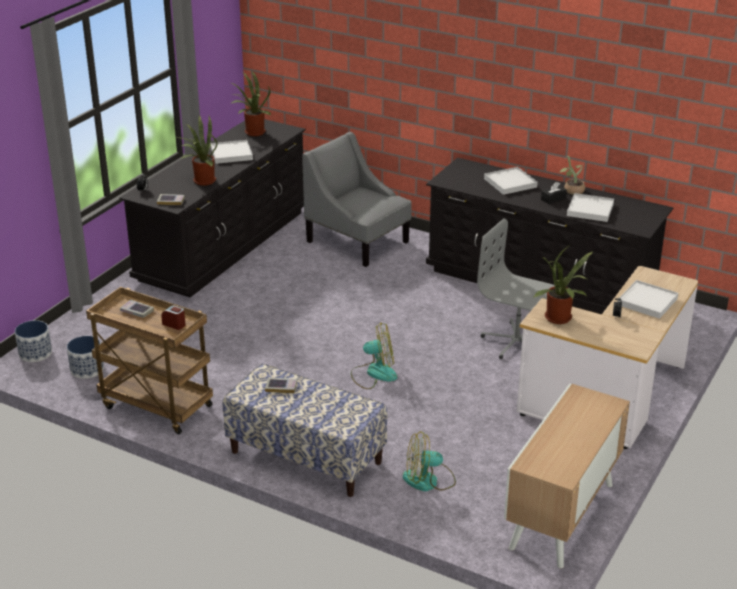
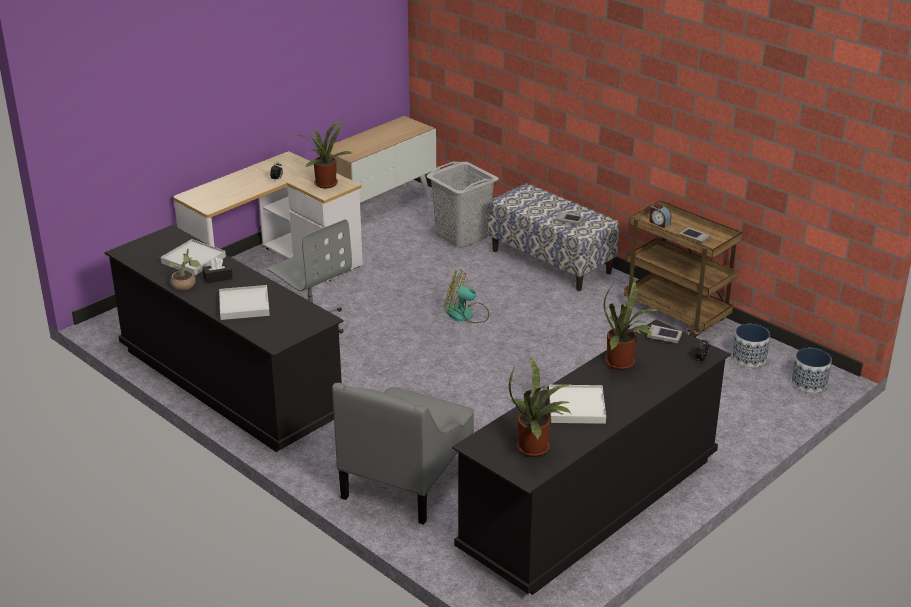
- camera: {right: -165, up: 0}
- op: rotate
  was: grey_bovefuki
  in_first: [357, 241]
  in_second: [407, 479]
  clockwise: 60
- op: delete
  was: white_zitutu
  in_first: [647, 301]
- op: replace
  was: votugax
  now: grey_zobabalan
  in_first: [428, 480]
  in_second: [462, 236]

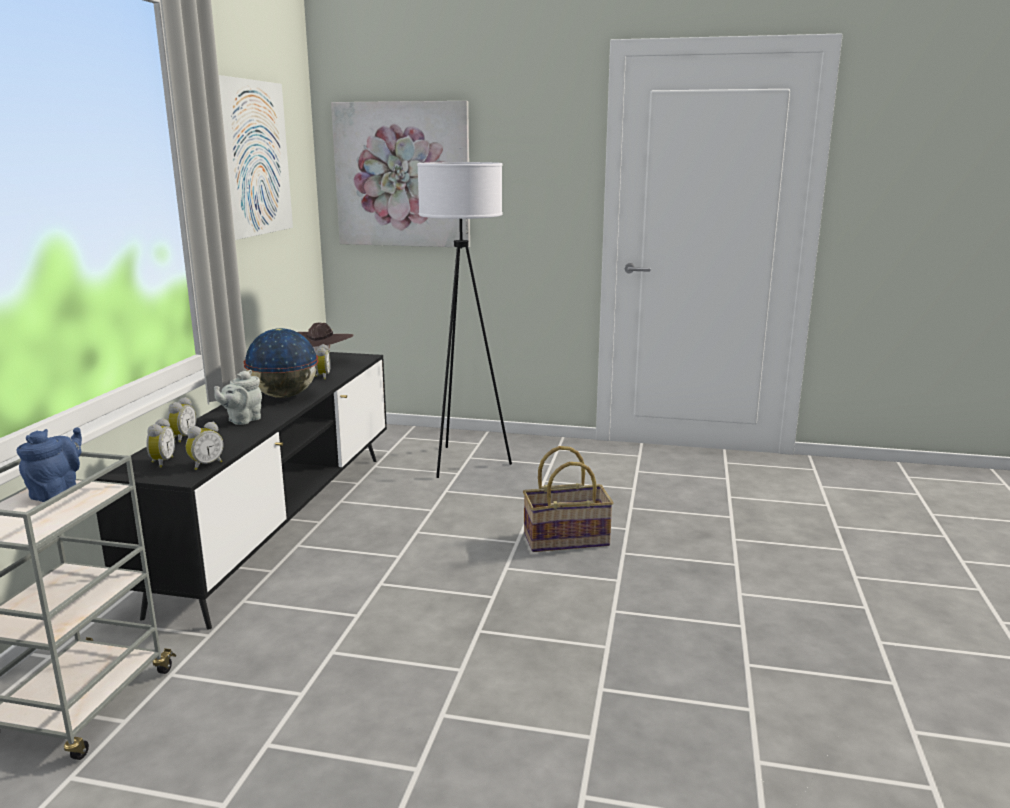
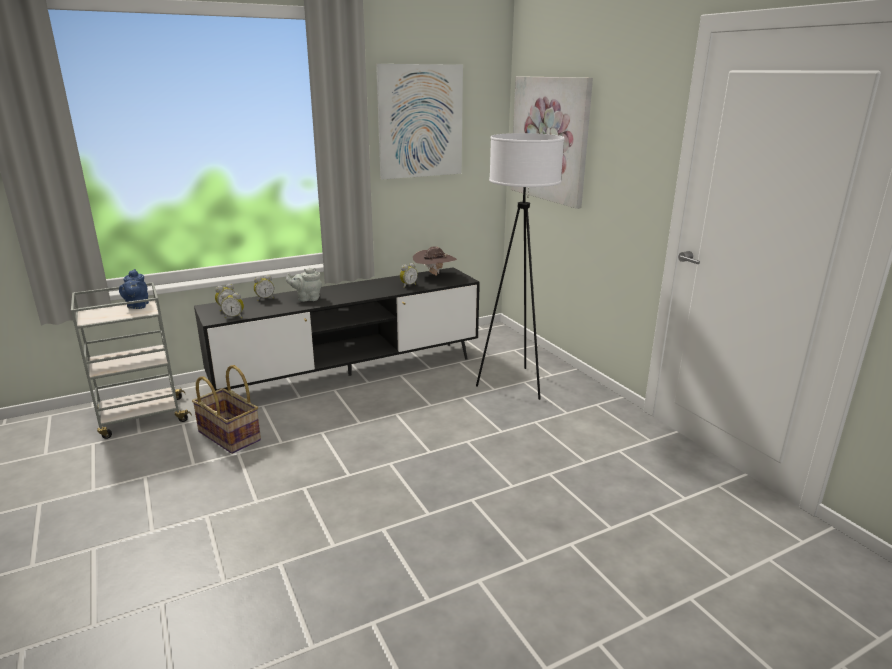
- camera: {right: 50, up: 5}
- op: delete
  was: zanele
  in_first: [284, 396]
- op: rotate
  was: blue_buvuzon
  in_first: [57, 492]
  in_second: [137, 306]
  clockwise: 105
- op: move
  was: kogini
  in_first: [566, 539]
  in_second: [230, 435]

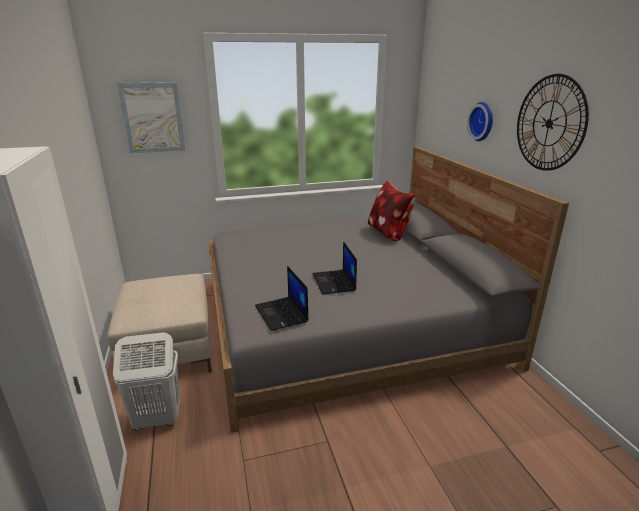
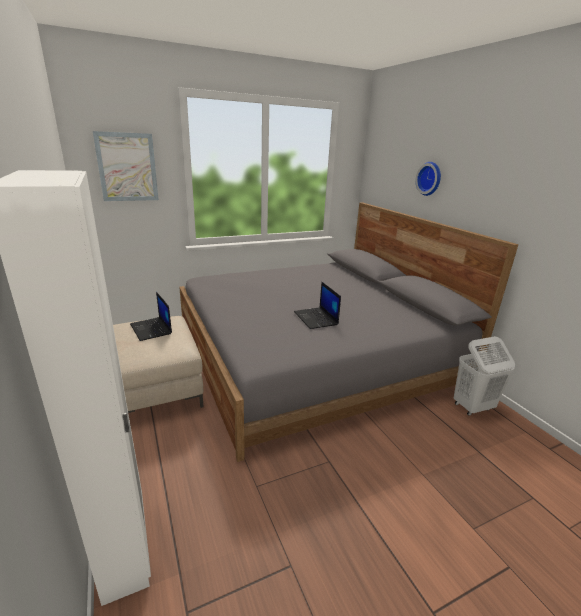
- camera: {right: -10, up: 0}
- op: delete
  was: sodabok
  in_first: [549, 123]
- op: delete
  was: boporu
  in_first: [389, 233]
- op: move
  was: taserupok
  in_first: [282, 314]
  in_second: [151, 329]
- op: move
  was: white_zobabalan
  in_first: [157, 419]
  in_second: [472, 407]

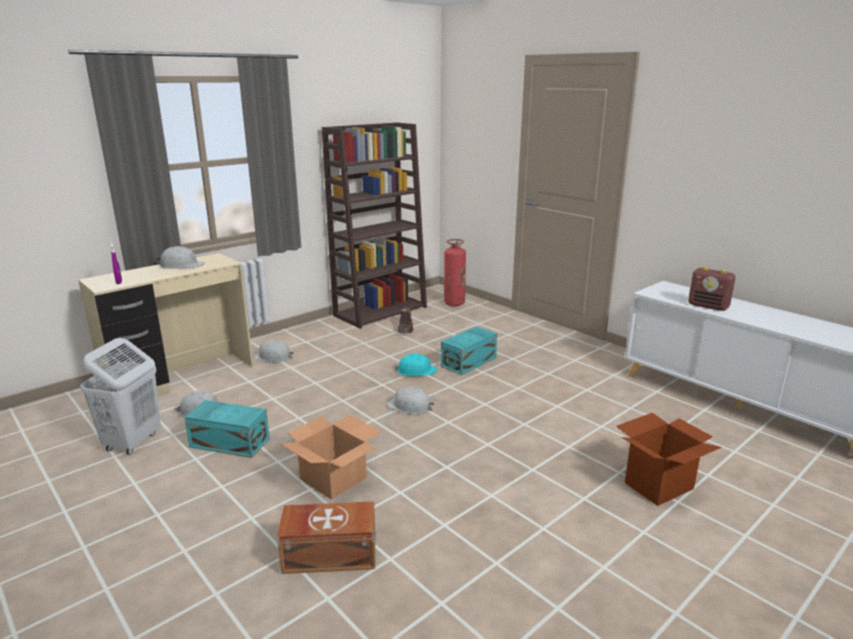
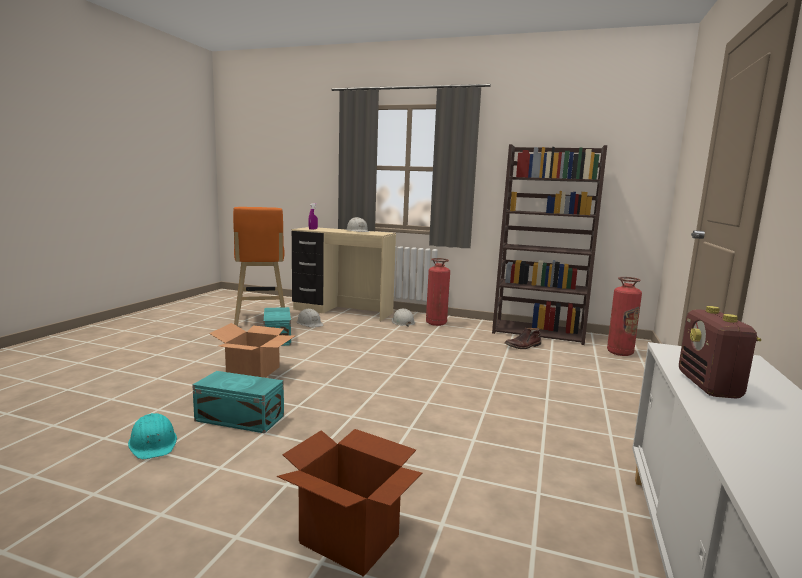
- camera: {right: 60, up: -10}
- op: move
  was: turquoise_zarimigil
  in_first: [470, 362]
  in_second: [240, 419]
- op: replace
  was: white_zobabalan
  now: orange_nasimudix
  in_first: [132, 442]
  in_second: [260, 320]
- op: move
  was: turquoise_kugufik
  in_first: [416, 371]
  in_second: [153, 443]
- op: delete
  was: white_kugufik
  in_first: [410, 406]
- op: delete
  was: brown_zarimigil
  in_first: [328, 553]
- op: insert
  now: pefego
  in_second: [436, 323]

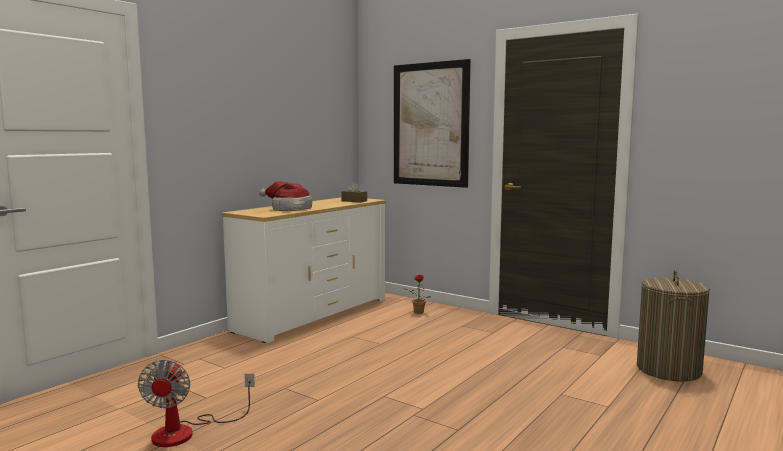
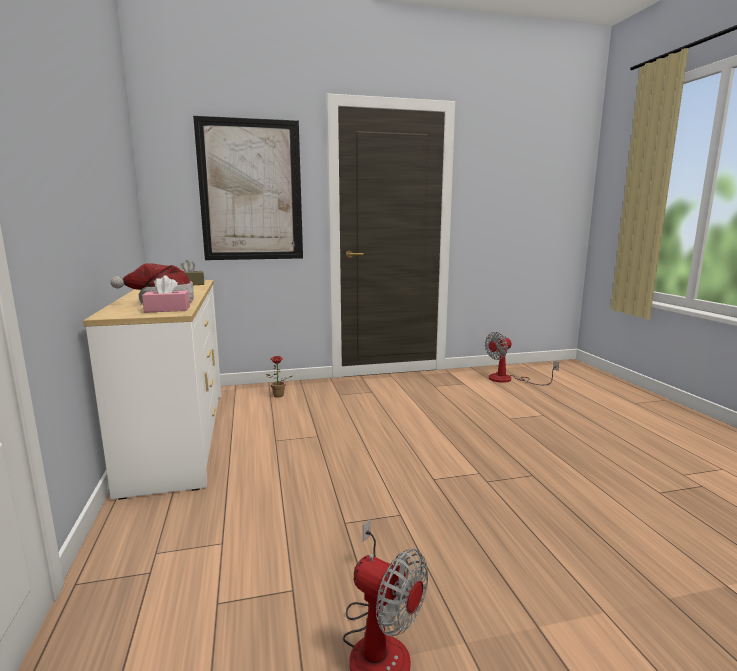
- camera: {right: -50, up: 5}
- op: replace
  was: zobabalan
  now: votugax
  in_first: [668, 369]
  in_second: [509, 379]
- op: insert
  now: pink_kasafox
  in_second: [167, 309]

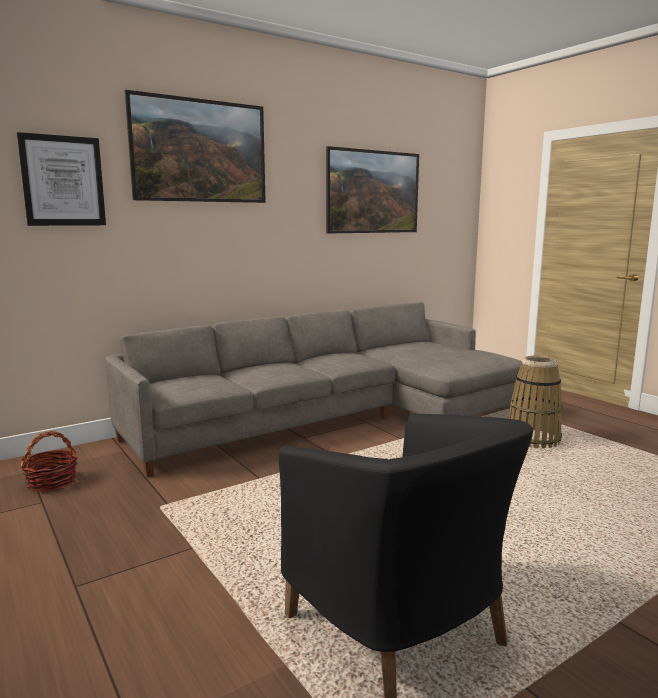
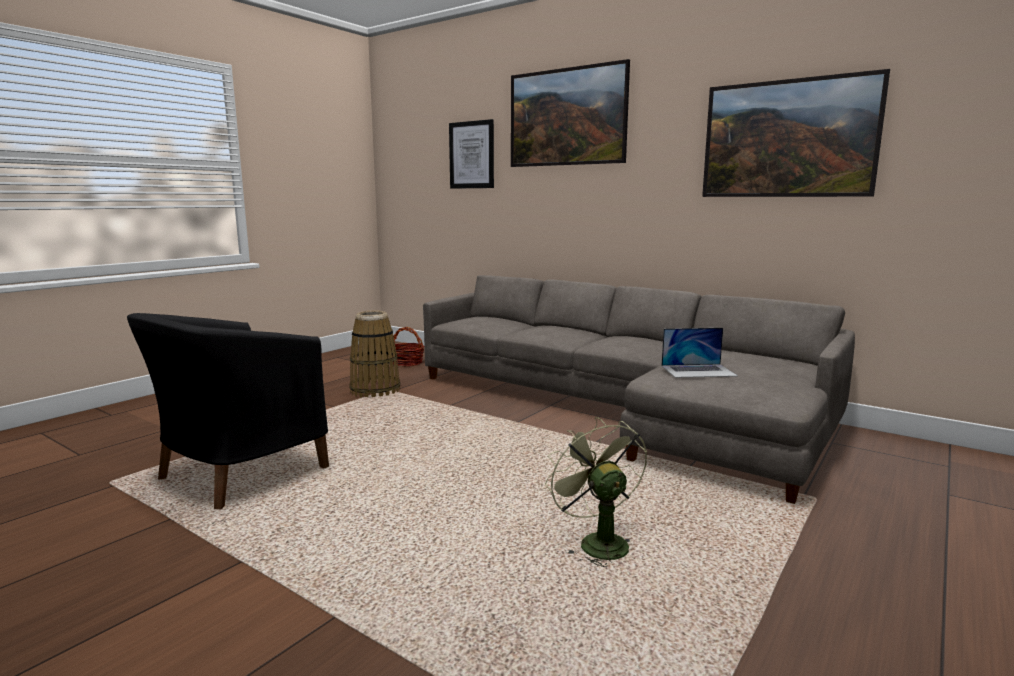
- camera: {right: 70, up: 0}
- op: move
  was: kogini
  in_first: [532, 439]
  in_second: [375, 390]
- op: insert
  now: taserupok
  in_second: [698, 371]
- op: insert
  now: green_votugax
  in_second: [596, 542]

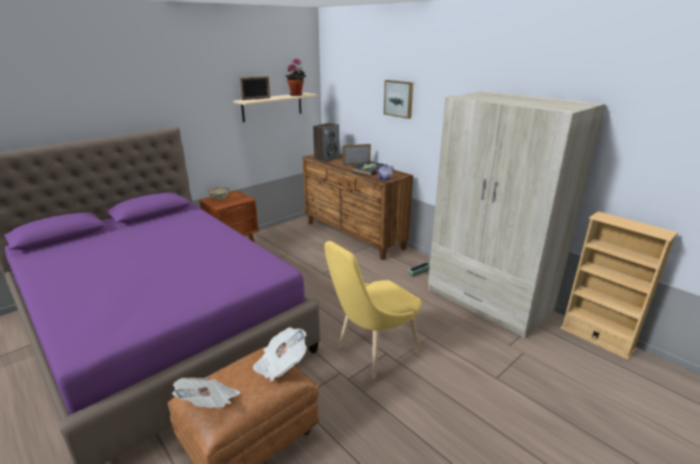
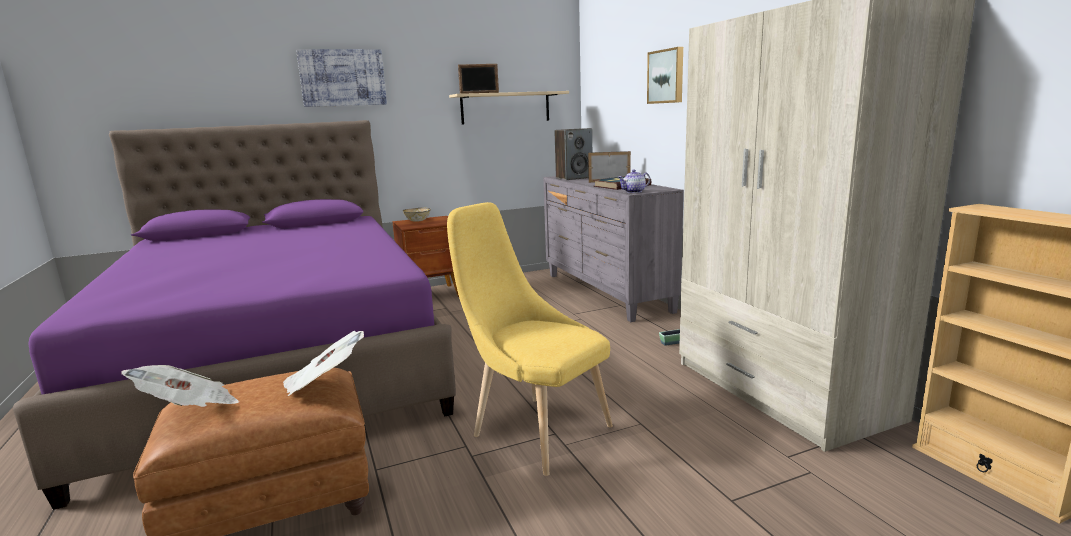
- camera: {right: 20, up: -10}
- op: delete
  was: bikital
  in_first: [297, 95]
- op: recolor
  was: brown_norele
  now: grey_norele
  in_first: [353, 235]
  in_second: [605, 292]
- op: rotate
  was: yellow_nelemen
  in_first: [373, 353]
  in_second: [534, 429]
  clockwise: 60
- op: insert
  now: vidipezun
  in_second: [343, 78]

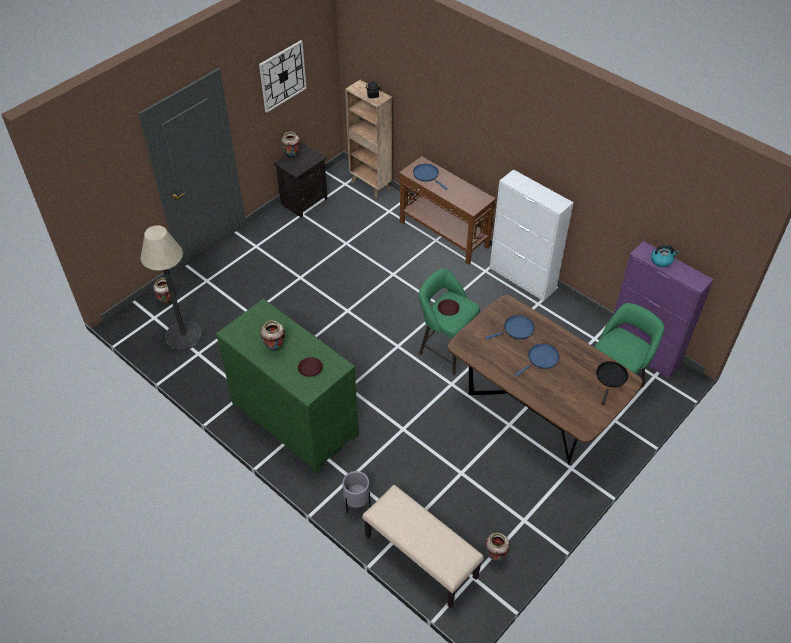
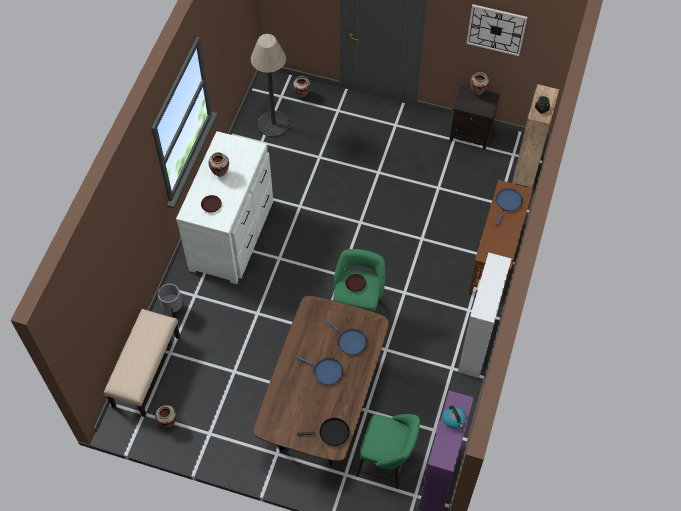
- camera: {right: 65, up: 10}
- op: recolor
  was: green_norele
  now: white_norele
  in_first: [296, 417]
  in_second: [233, 234]

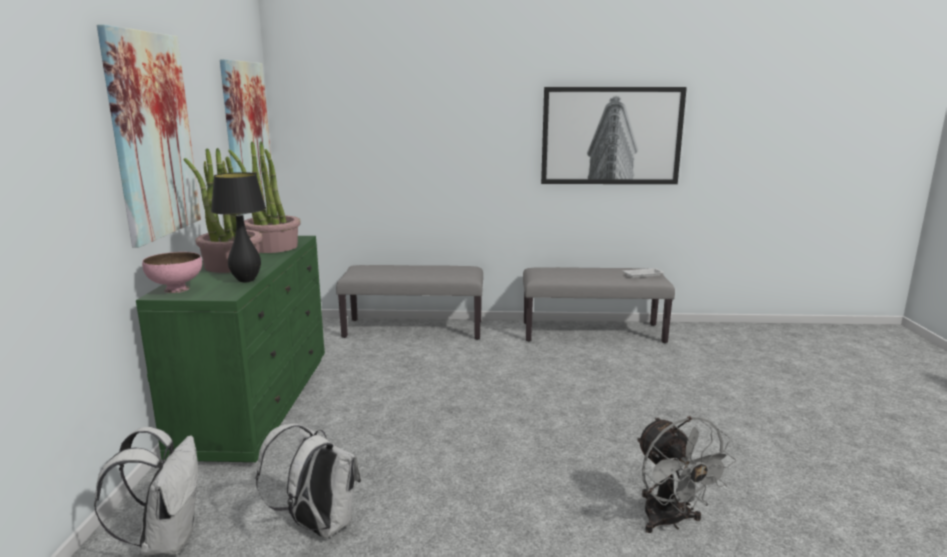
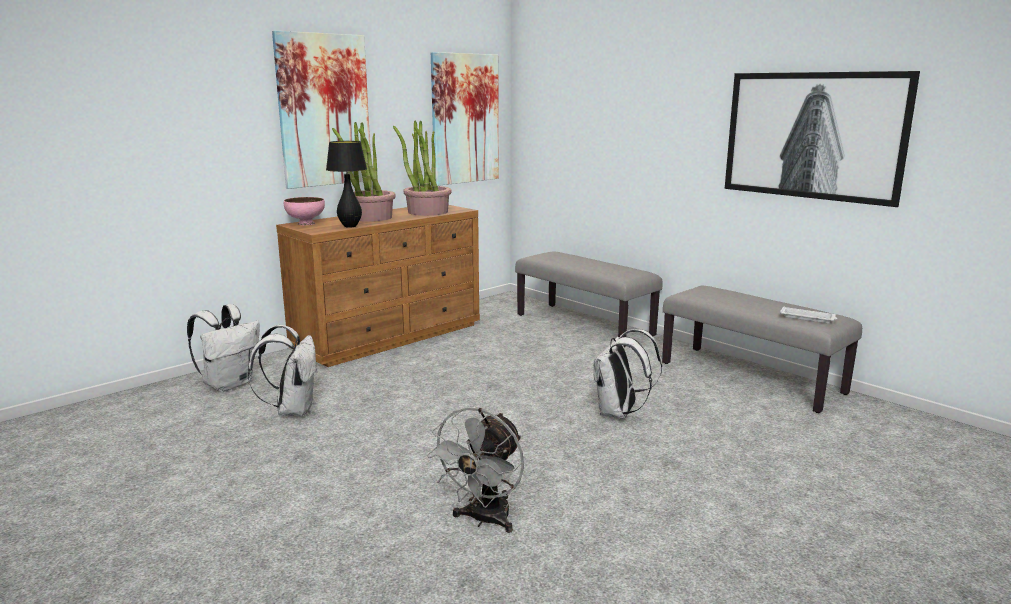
- camera: {right: 45, up: 0}
- op: recolor
  was: green_norele
  now: brown_norele
  in_first: [258, 402]
  in_second: [390, 336]
- op: insert
  now: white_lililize
  in_second: [619, 413]

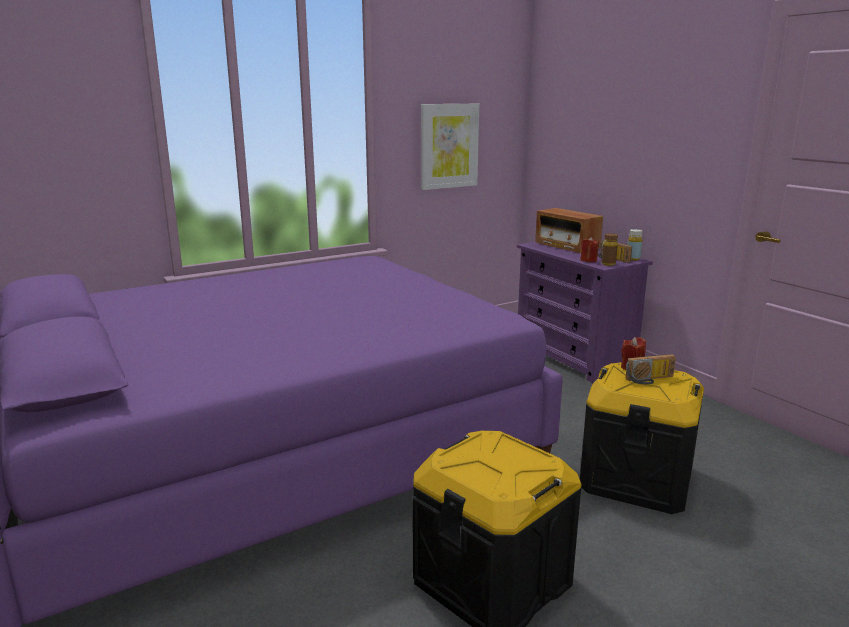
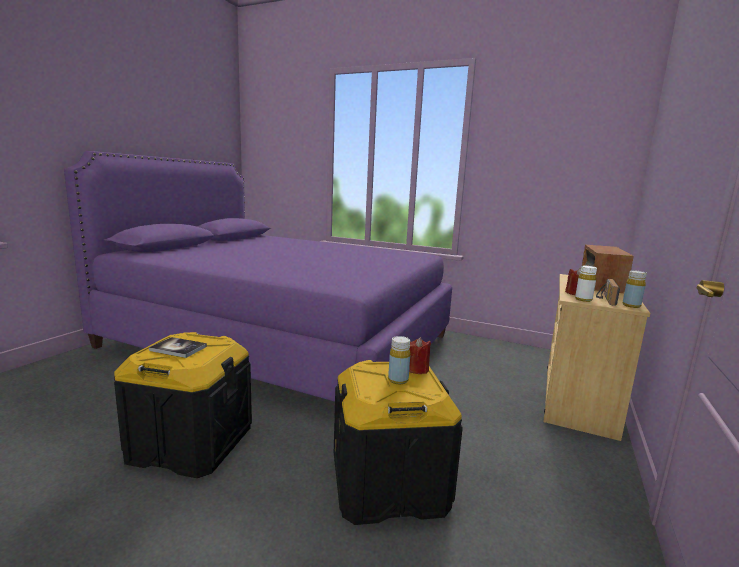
- camera: {right: 55, up: -5}
- op: delete
  was: vidipezun
  in_first: [449, 146]
- op: recolor
  was: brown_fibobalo
  now: white_fibobalo
  in_first: [608, 264]
  in_second: [583, 299]
- op: recolor
  was: purple_norele
  now: beige_norele
  in_first: [574, 357]
  in_second: [578, 401]
- op: replace
  was: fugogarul
  now: yellow_fibobalo
  in_first: [650, 380]
  in_second: [398, 380]
- op: insert
  now: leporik
  in_second: [178, 348]

